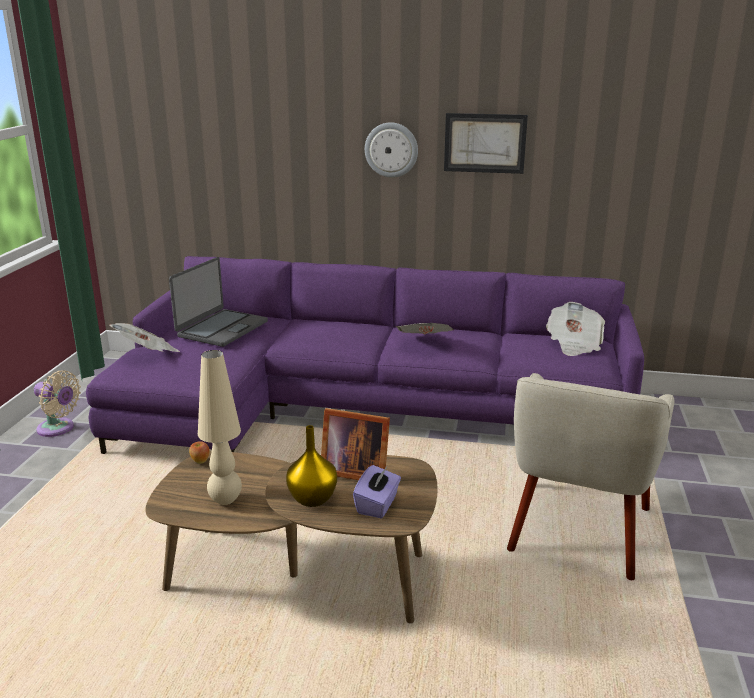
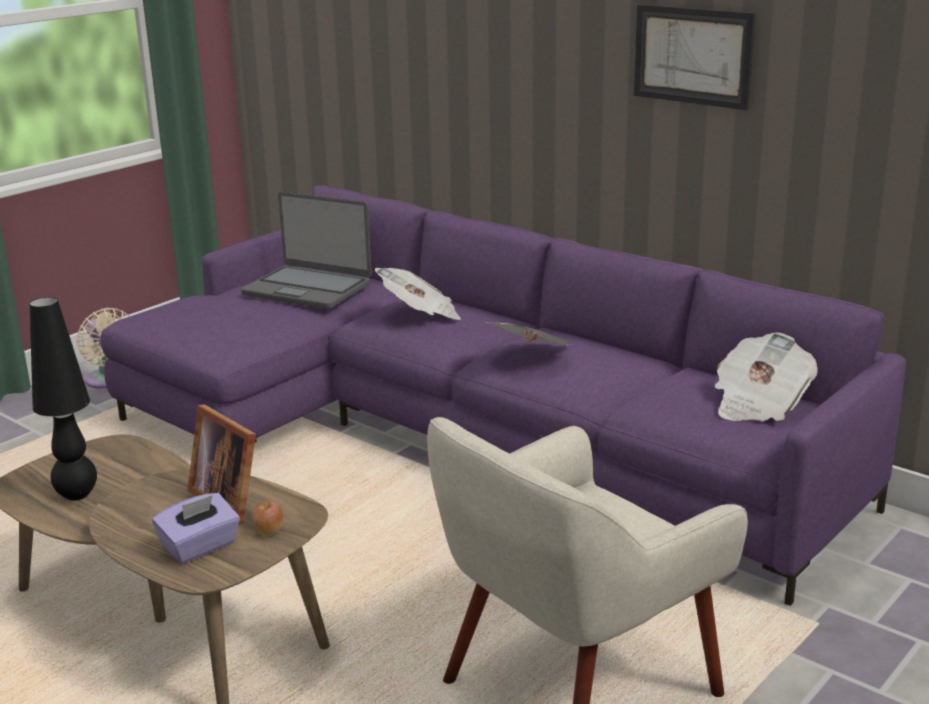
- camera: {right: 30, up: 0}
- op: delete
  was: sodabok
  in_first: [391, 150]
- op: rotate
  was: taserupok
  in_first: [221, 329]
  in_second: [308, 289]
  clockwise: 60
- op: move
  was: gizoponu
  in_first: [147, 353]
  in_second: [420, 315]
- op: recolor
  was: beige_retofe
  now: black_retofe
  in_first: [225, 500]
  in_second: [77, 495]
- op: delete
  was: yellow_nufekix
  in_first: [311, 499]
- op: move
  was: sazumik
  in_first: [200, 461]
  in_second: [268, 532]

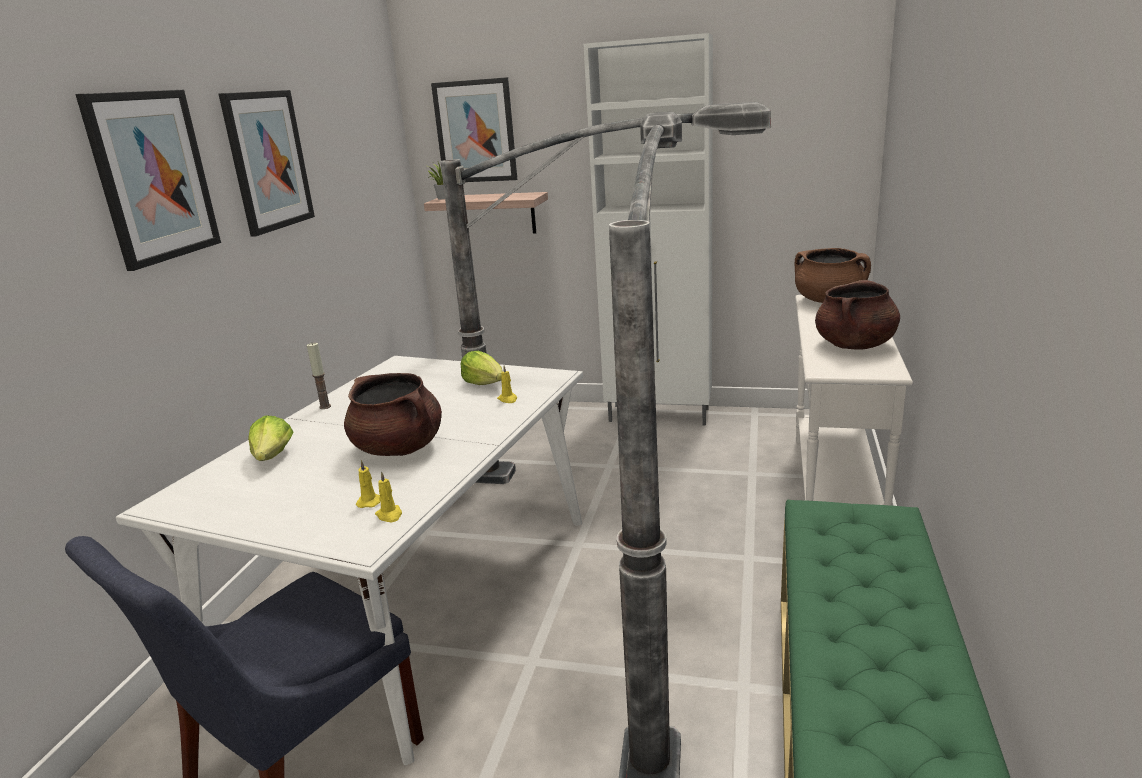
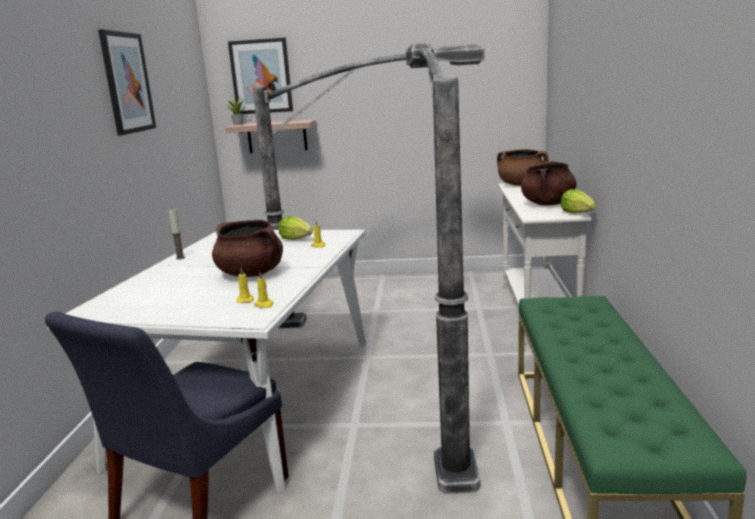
- camera: {right: -10, up: -5}
- op: delete
  was: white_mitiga
  in_first: [660, 415]
- op: delete
  was: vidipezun
  in_first: [153, 177]
- op: move
  was: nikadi
  in_first: [273, 456]
  in_second: [578, 213]

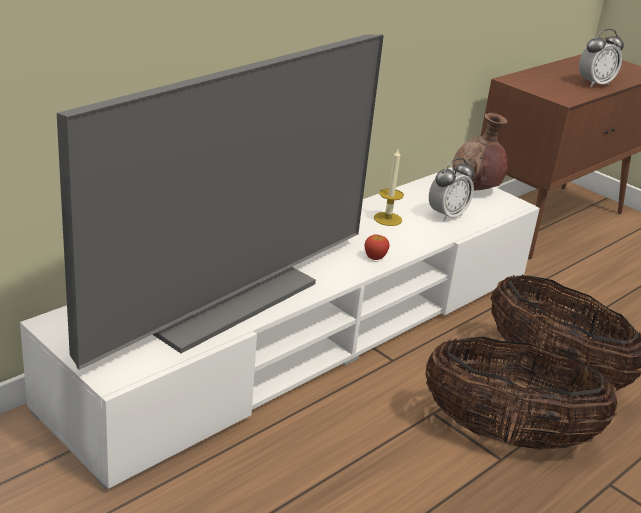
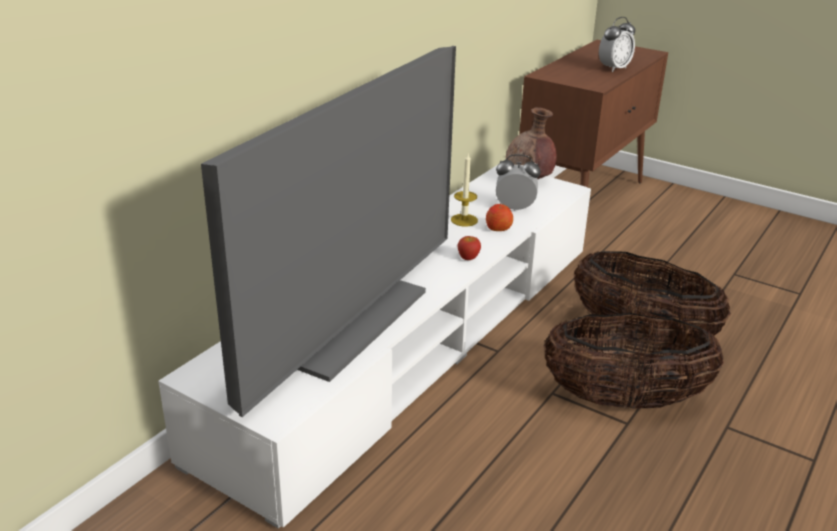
- camera: {right: -10, up: 0}
- op: rotate
  was: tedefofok
  in_first: [447, 215]
  in_second: [515, 208]
  clockwise: -120
- op: insert
  now: sazumik
  in_second: [498, 228]

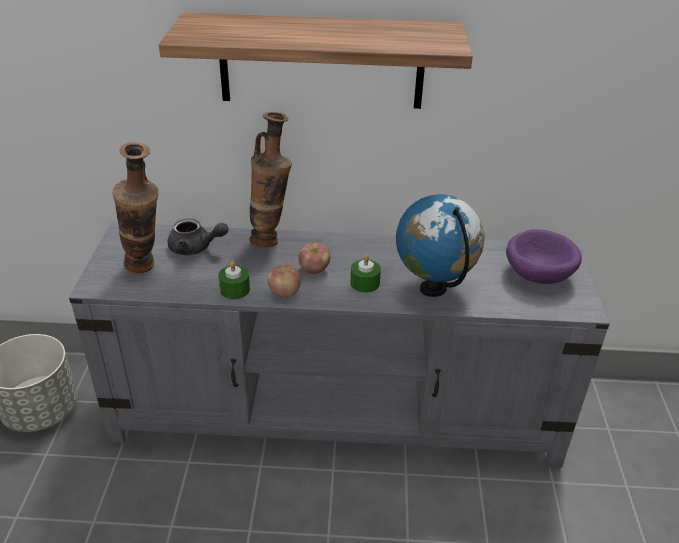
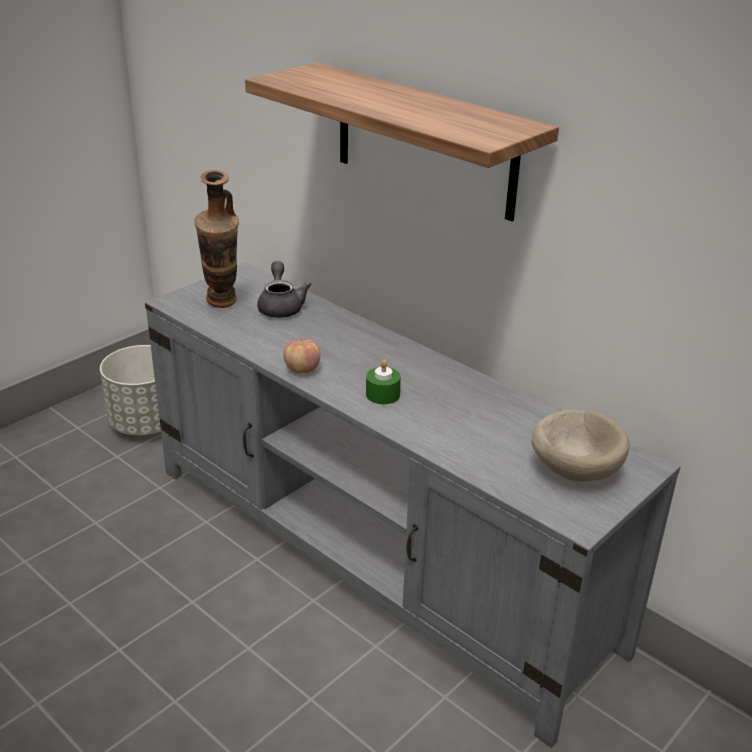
- camera: {right: 40, up: -5}
- op: delete
  was: nufekix
  in_first: [271, 239]
- op: delete
  was: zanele
  in_first: [433, 289]
- op: rotate
  was: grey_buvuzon
  in_first: [195, 248]
  in_second: [281, 306]
  clockwise: -150
- op: recolor
  was: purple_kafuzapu
  now: beige_kafuzapu
  in_first: [537, 274]
  in_second: [575, 468]
- op: delete
  was: sazumik
  in_first: [314, 270]
- op: delete
  was: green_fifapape
  in_first: [235, 289]

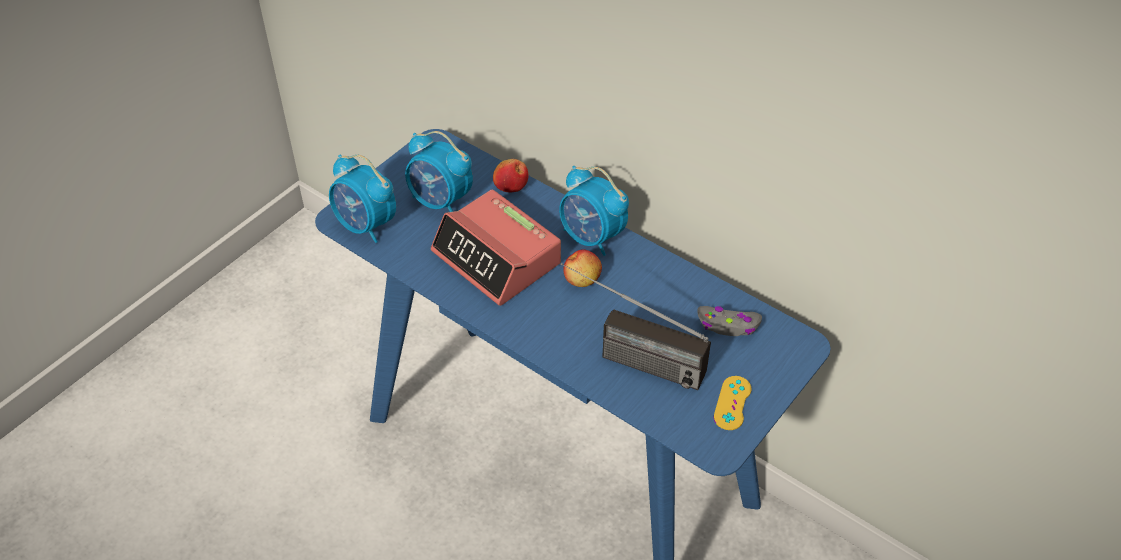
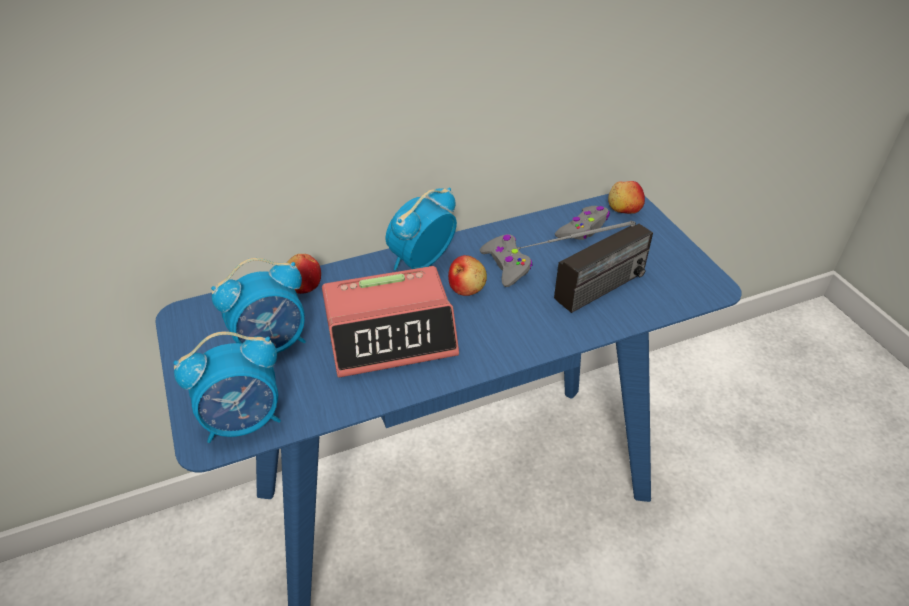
- camera: {right: -60, up: -5}
- op: rotate
  was: tedefofok
  in_first: [592, 238]
  in_second: [421, 262]
  clockwise: 150
- op: delete
  was: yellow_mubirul
  in_first: [732, 403]
- op: insert
  now: sazumik
  in_second: [623, 210]
- op: insert
  now: grey_mubirul
  in_second: [506, 265]

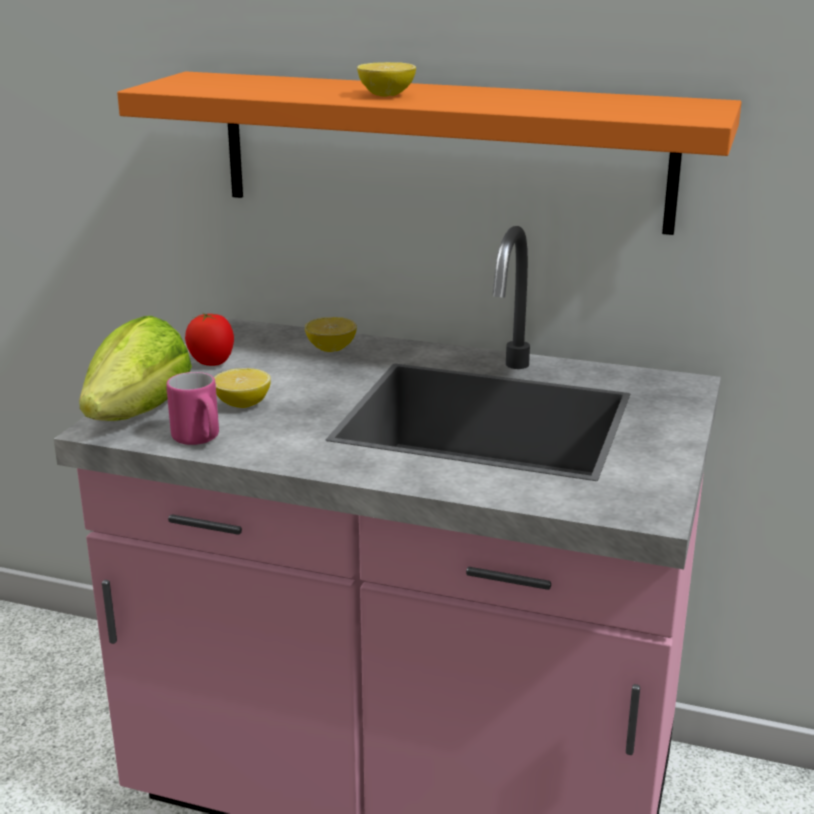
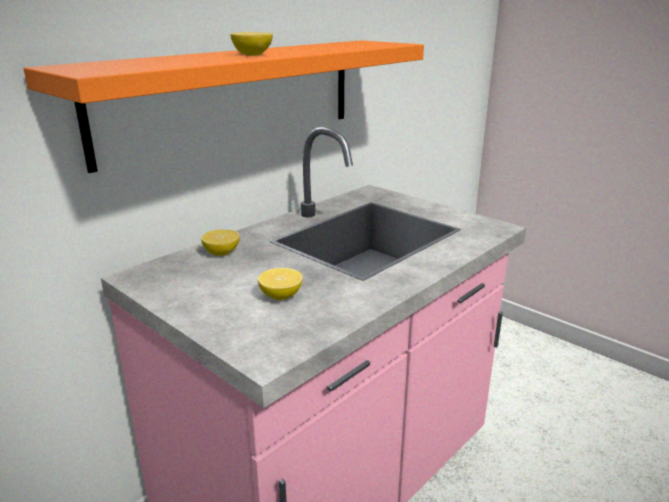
- camera: {right: -65, up: 0}
- op: delete
  was: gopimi
  in_first: [212, 364]
- op: delete
  was: nikadi
  in_first: [138, 413]
- op: delete
  was: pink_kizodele
  in_first: [200, 440]

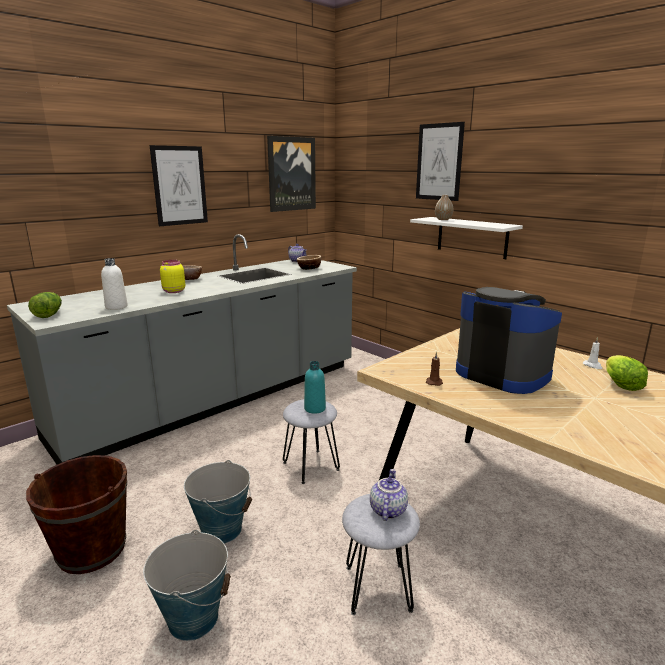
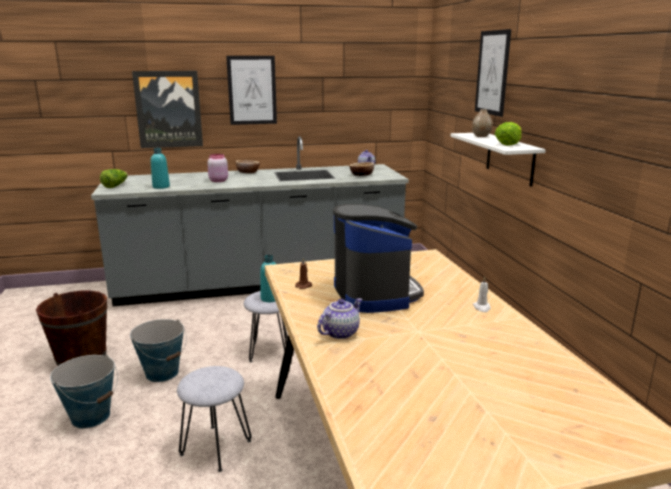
- camera: {right: 30, up: 0}
- op: move
  was: vidipezun
  in_first: [291, 174]
  in_second: [168, 109]
- op: recolor
  was: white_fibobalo
  now: turquoise_fibobalo
  in_first: [116, 307]
  in_second: [161, 187]
- op: recolor
  was: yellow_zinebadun
  now: pink_zinebadun
  in_first: [173, 291]
  in_second: [218, 180]
- op: move
  was: nikadi
  in_first: [620, 384]
  in_second: [508, 144]
- op: move
  was: buvuzon
  in_first: [387, 510]
  in_second: [340, 332]

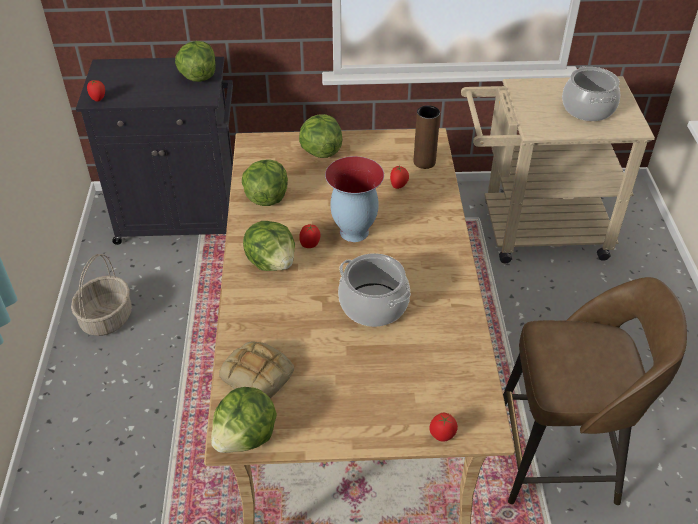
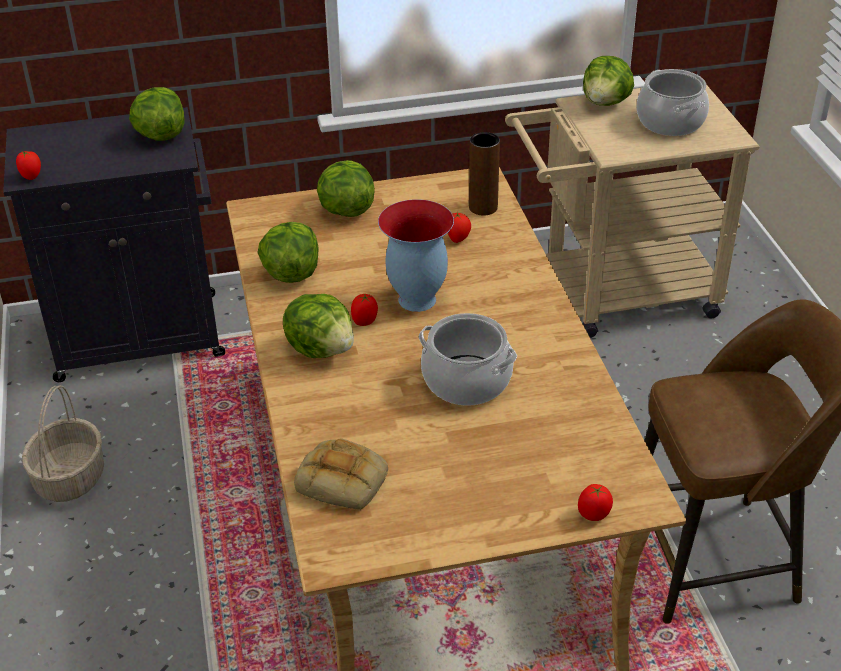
- camera: {right: -10, up: -5}
- op: move
  was: nikadi
  in_first: [246, 437]
  in_second: [606, 103]

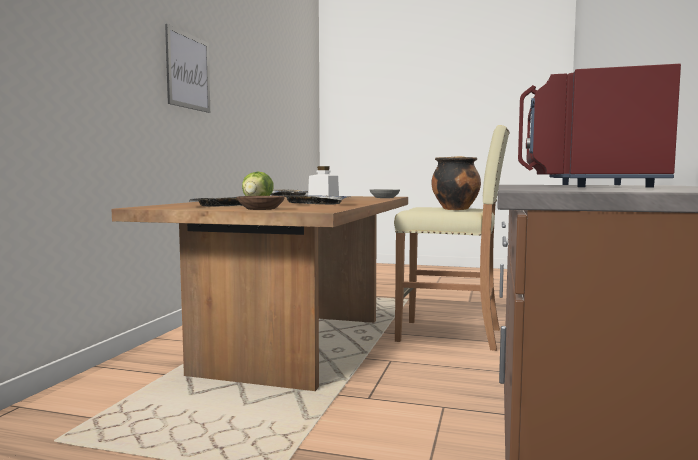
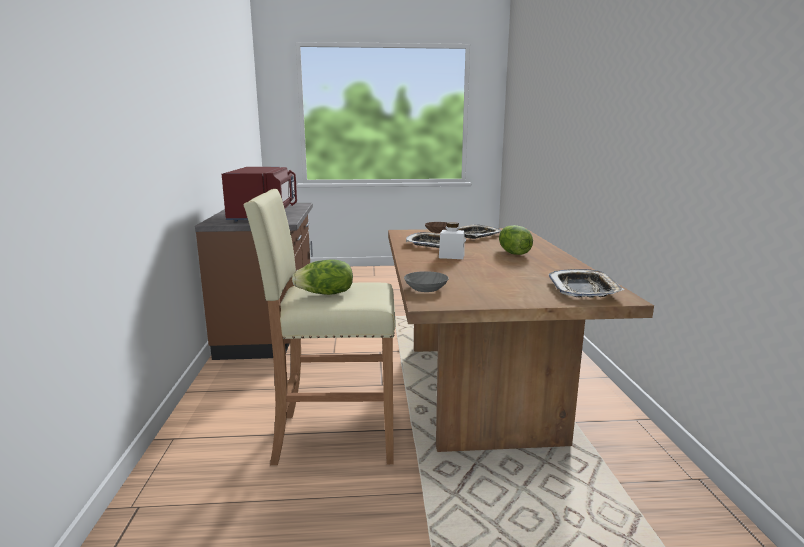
- camera: {right: 160, up: 10}
- op: delete
  was: vidipezun
  in_first: [188, 71]
- op: replace
  was: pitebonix
  now: nikadi
  in_first: [455, 209]
  in_second: [325, 294]

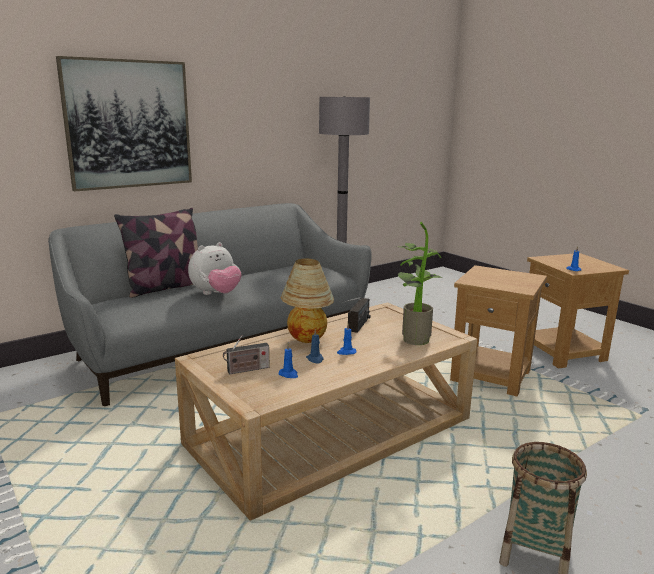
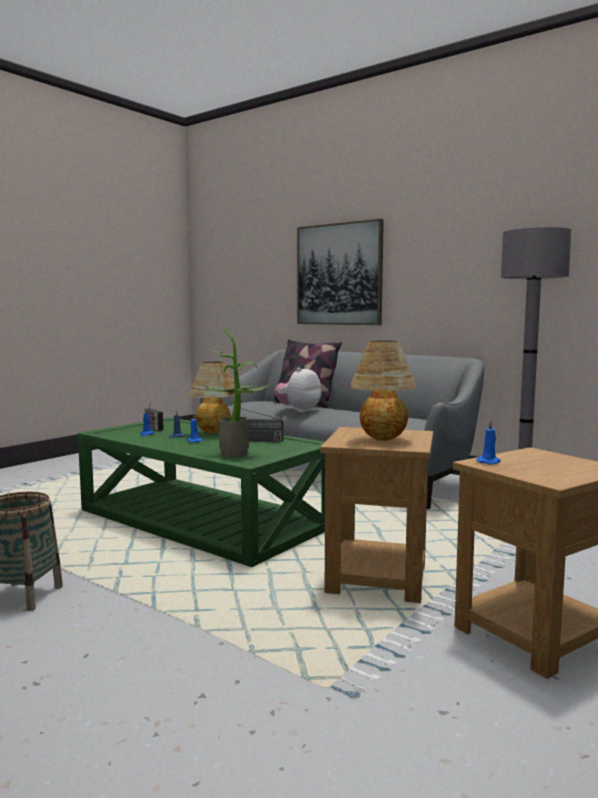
- camera: {right: 75, up: -10}
- op: rotate
  was: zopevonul
  in_first: [216, 294]
  in_second: [298, 410]
  clockwise: 90
- op: recolor
  was: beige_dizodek
  now: green_dizodek
  in_first: [330, 430]
  in_second: [204, 518]
- op: insert
  now: retofe
  in_second: [381, 440]

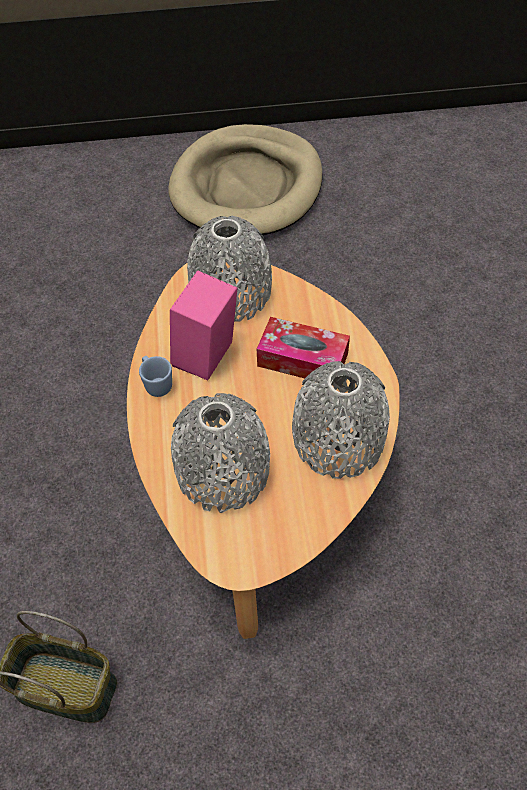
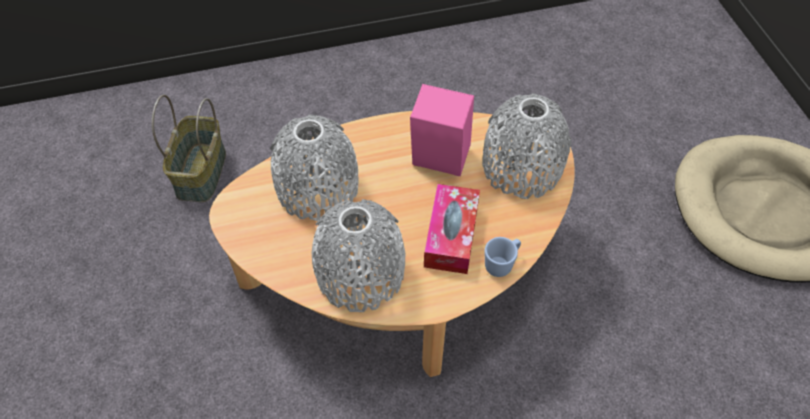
- camera: {right: 80, up: 0}
- op: move
  was: blue_kizodele
  in_first: [156, 384]
  in_second: [502, 264]

